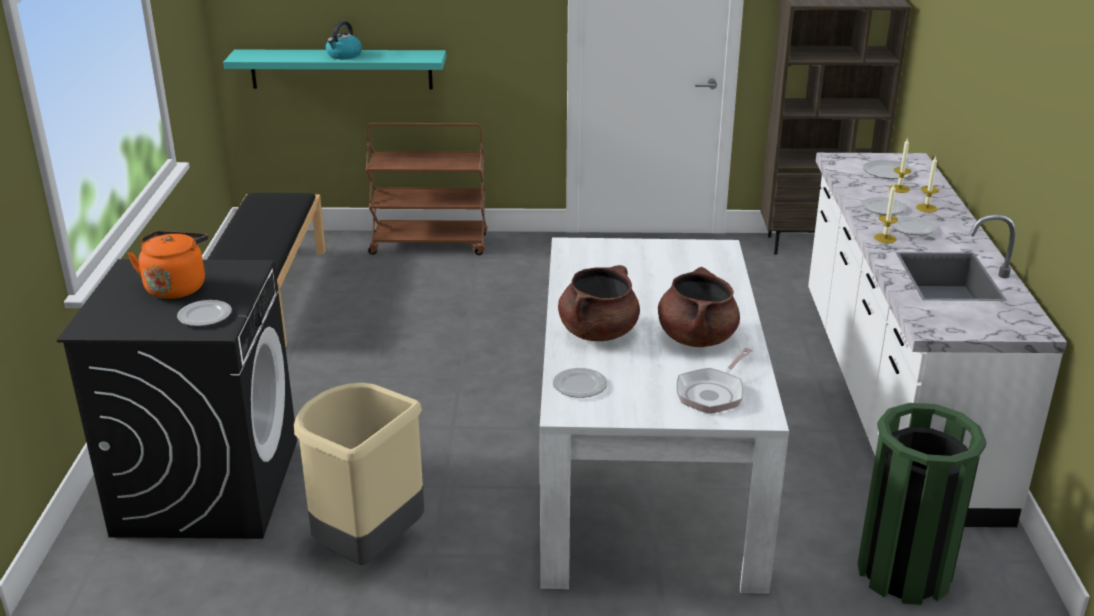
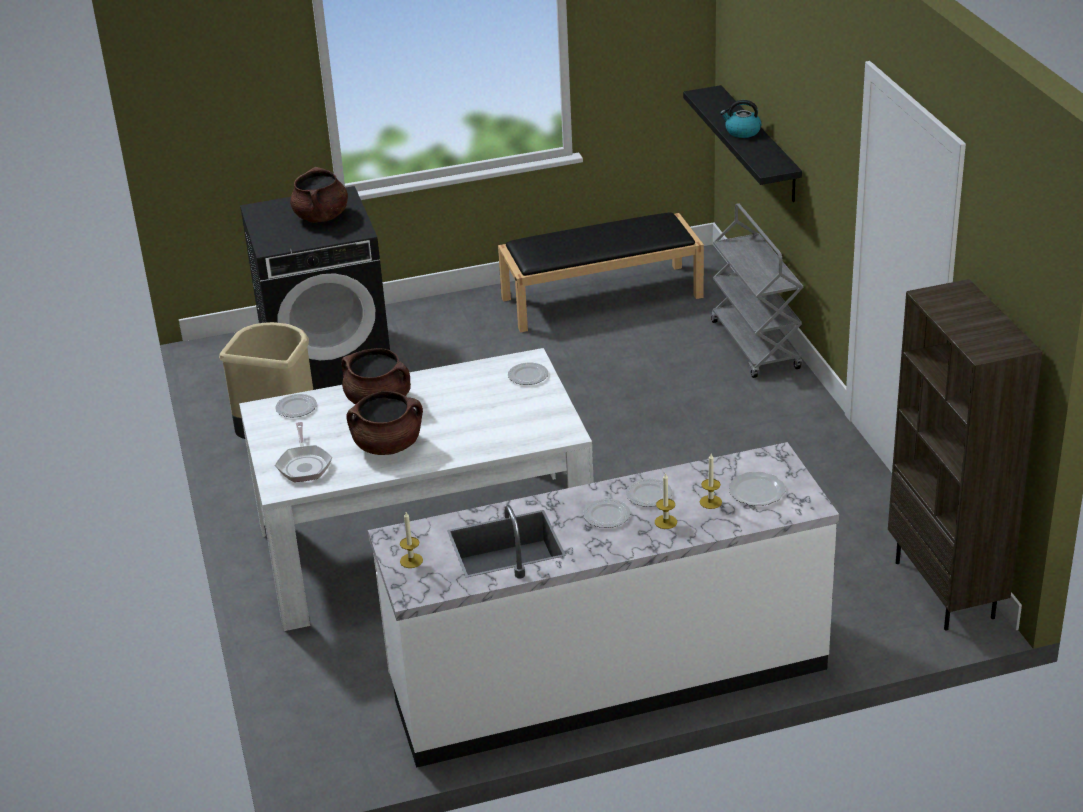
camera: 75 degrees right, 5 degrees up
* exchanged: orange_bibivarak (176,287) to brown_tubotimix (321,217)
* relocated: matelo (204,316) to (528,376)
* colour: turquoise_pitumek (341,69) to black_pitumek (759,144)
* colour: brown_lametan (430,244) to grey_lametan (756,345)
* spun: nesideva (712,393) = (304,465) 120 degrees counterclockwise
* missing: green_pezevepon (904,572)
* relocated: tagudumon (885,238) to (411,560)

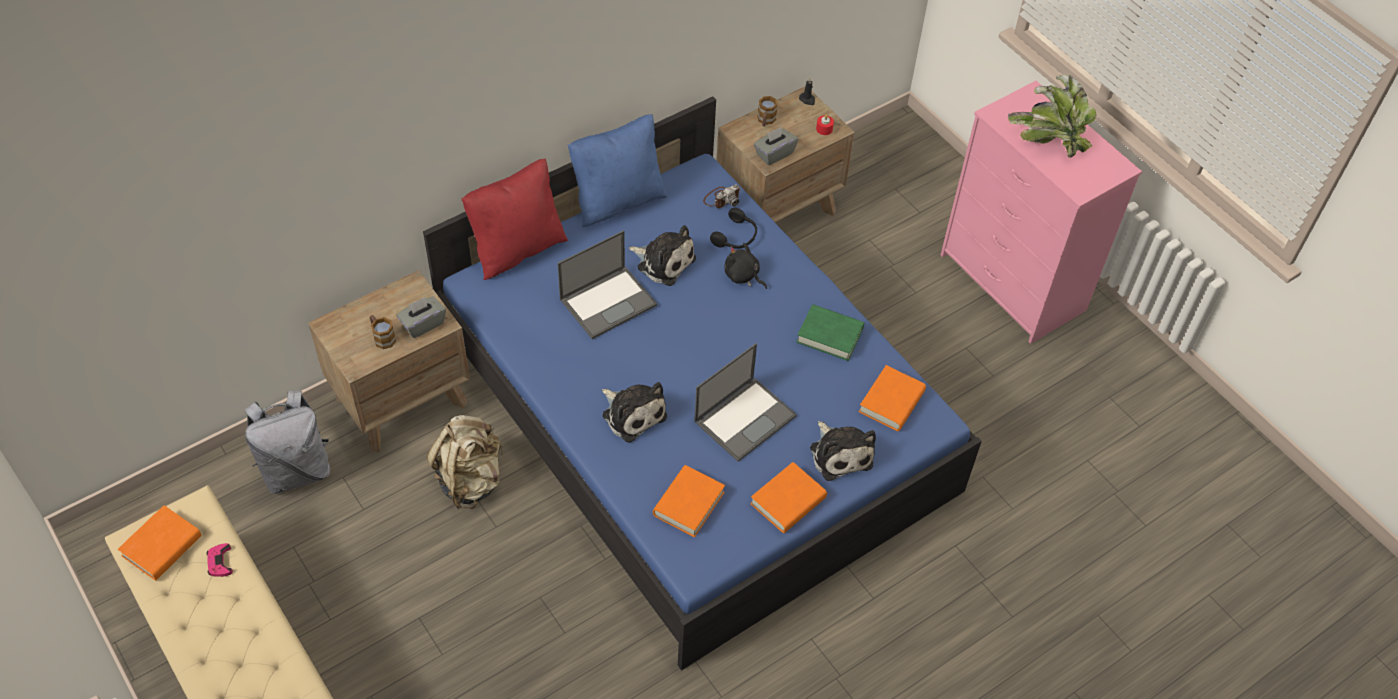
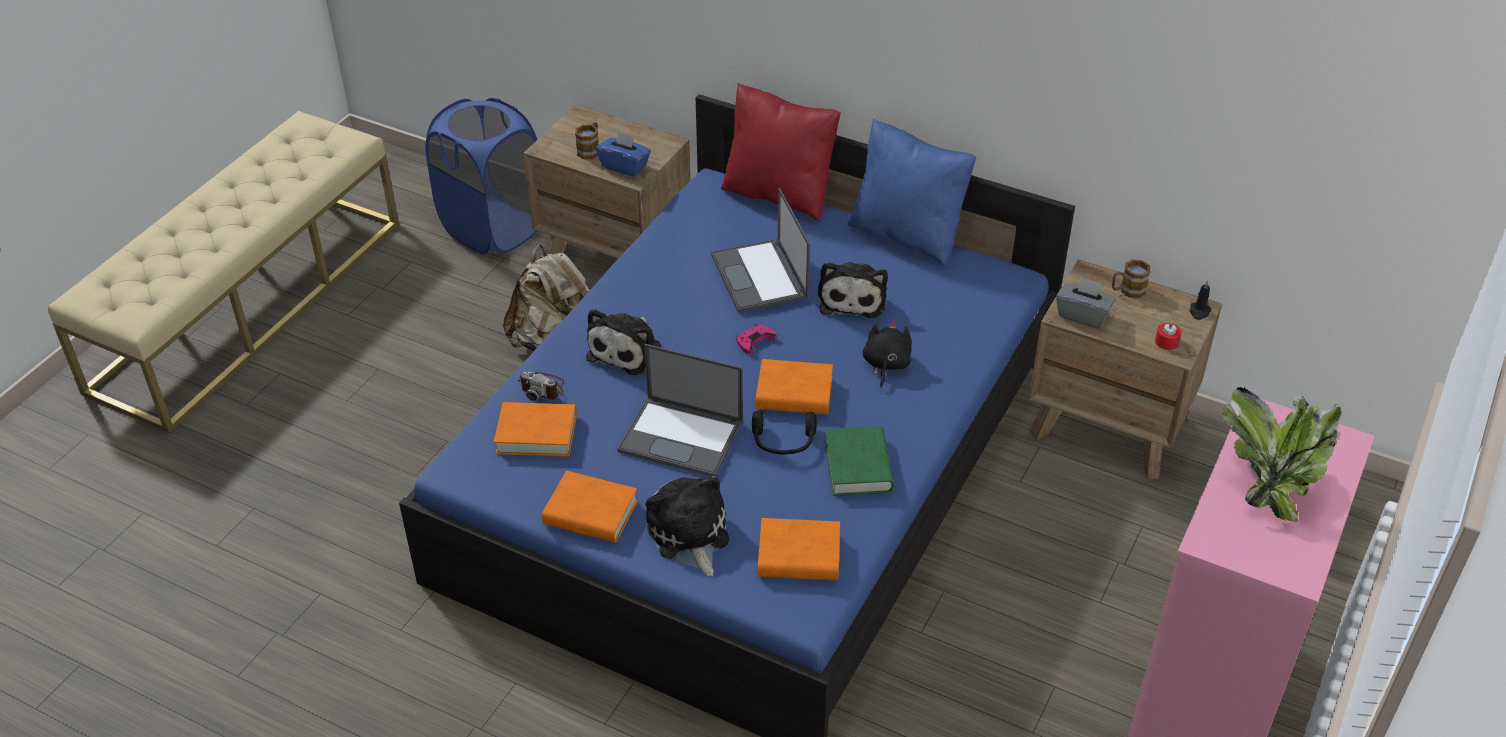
camera: 65 degrees right, 10 degrees down
* relocated: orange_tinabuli (162,546) to (794,393)
* relocated: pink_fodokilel (220,562) to (755,341)
* exchanged: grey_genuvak (296,469) to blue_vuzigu (494,228)
* colour: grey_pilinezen (423,324) to blue_pilinezen (624,166)
* spun: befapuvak (608,301) = (760,277) 45 degrees clockwise
* relocated: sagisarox (722,198) to (542,388)
* relocated: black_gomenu (736,237) to (783,442)
* spun: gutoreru (840,453) = (689,535) 120 degrees clockwise

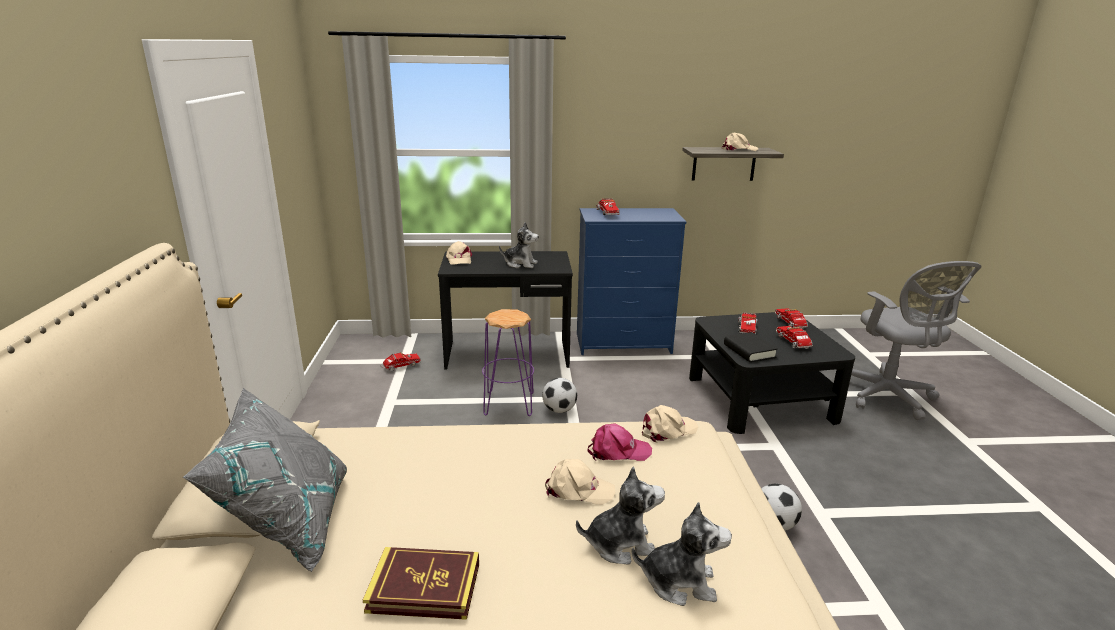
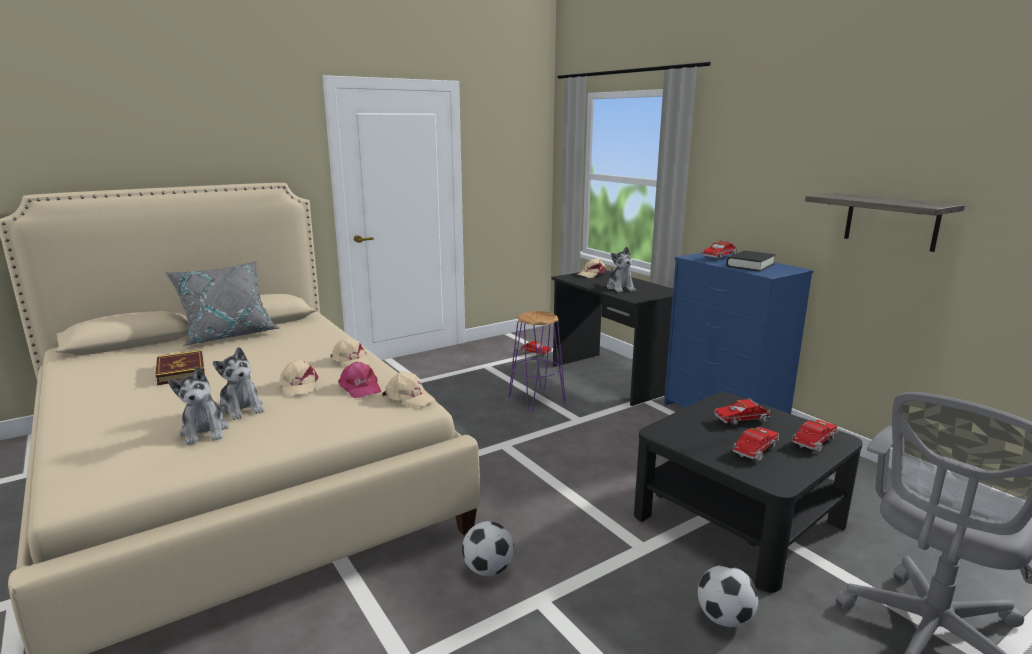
camera: 60 degrees right, 5 degrees down
* relocated: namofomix (559,410) to (724,618)
* relocated: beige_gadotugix (738,149) to (351,361)
* relocated: black_tinabuli (749,351) to (750,265)

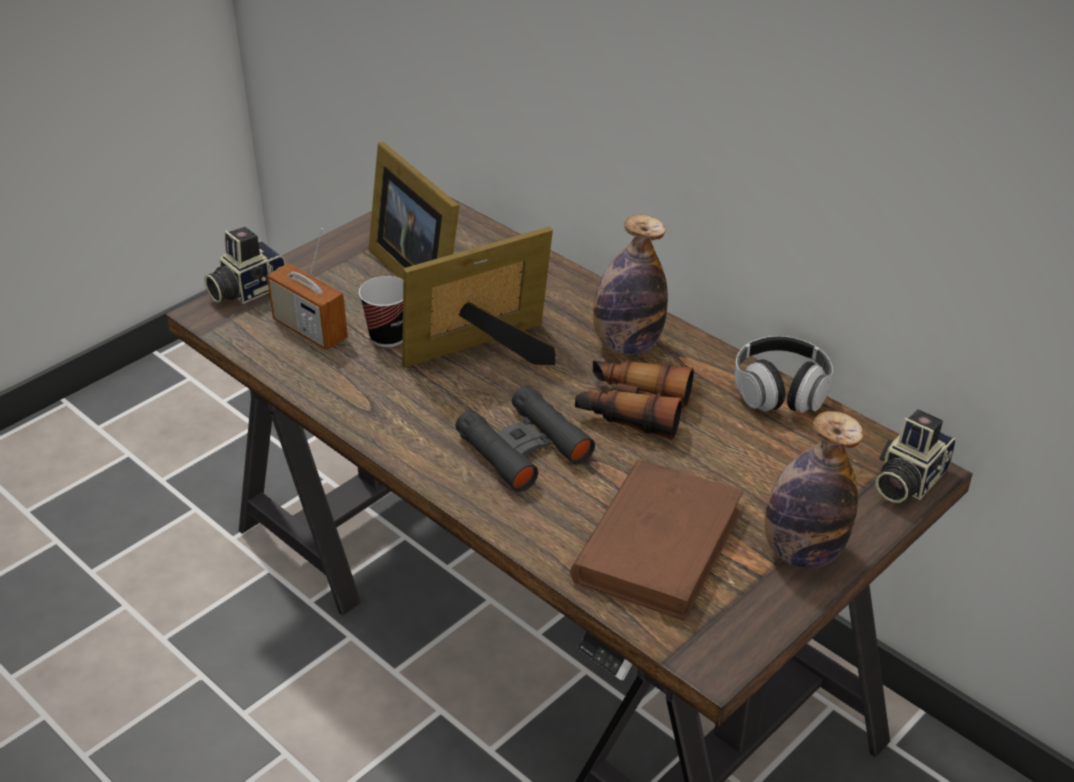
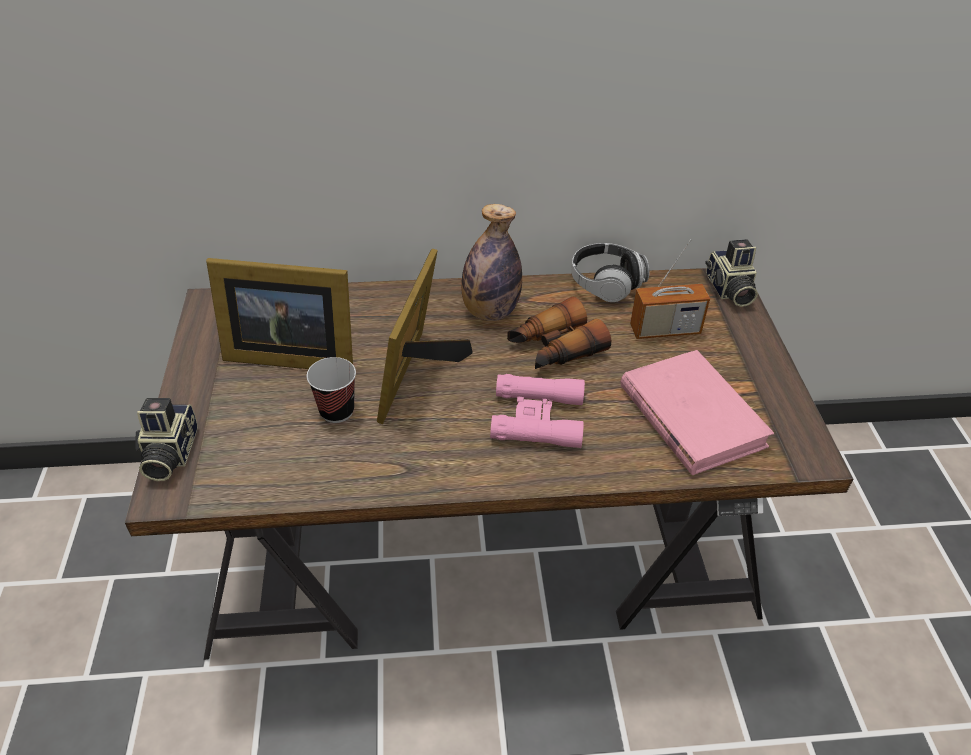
camera: 50 degrees left, 5 degrees up
* relocated: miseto (310,330) to (665,330)
* colour: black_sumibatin (523,448) to pink_sumibatin (537,418)
* colour: brown_tinabuli (659,544) to pink_tinabuli (691,415)
* missing: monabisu (802,552)

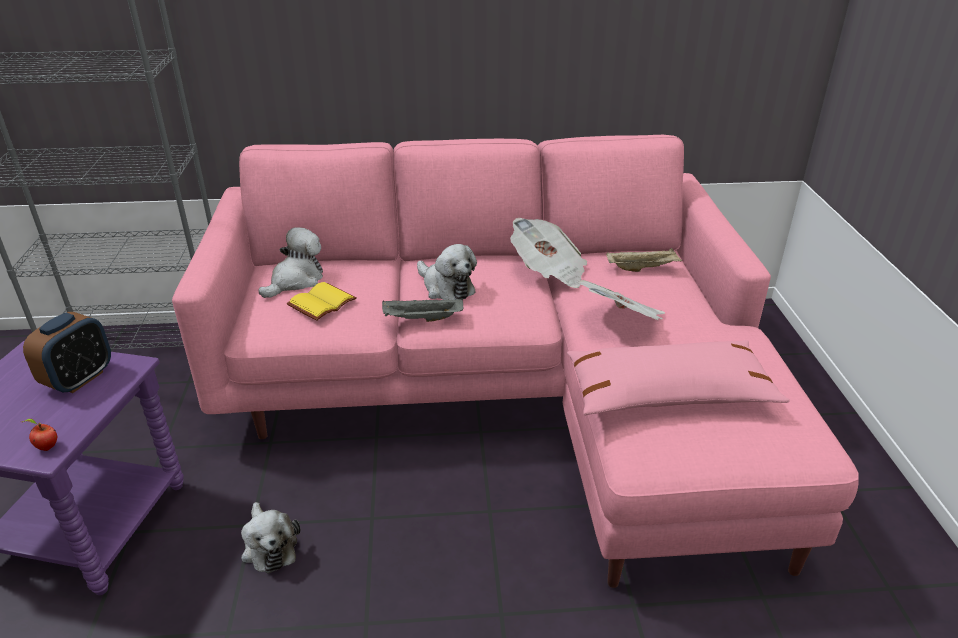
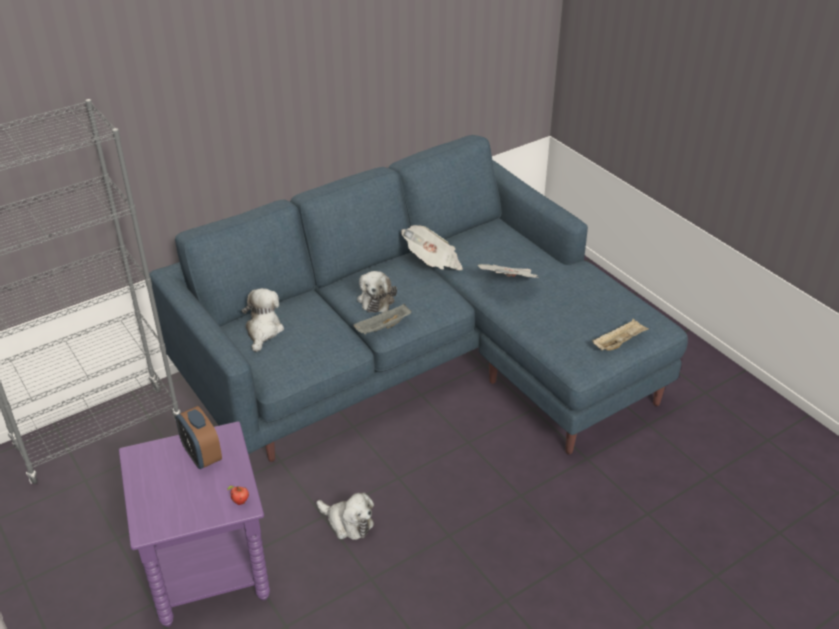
camera: 30 degrees left, 5 degrees up
* spun: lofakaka (79,379) = (202,456) 150 degrees clockwise
* colour: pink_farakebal (510,398) to blue_farakebal (421,363)
* missing: yellow_tinabuli (322,304)
* spun: gutoreru (446,287) = (376,299) 75 degrees clockwise
* missing: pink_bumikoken (668,393)
* relocated: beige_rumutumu (642,268) to (618,343)

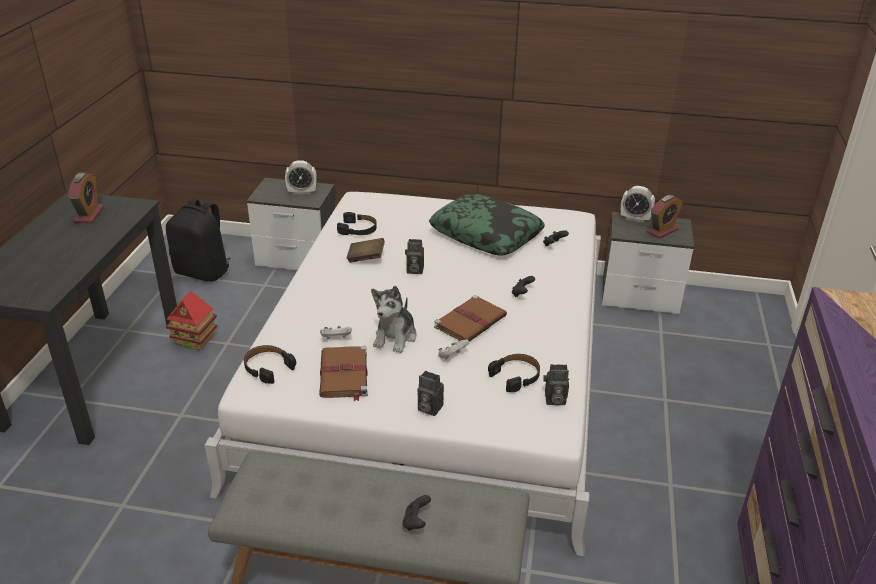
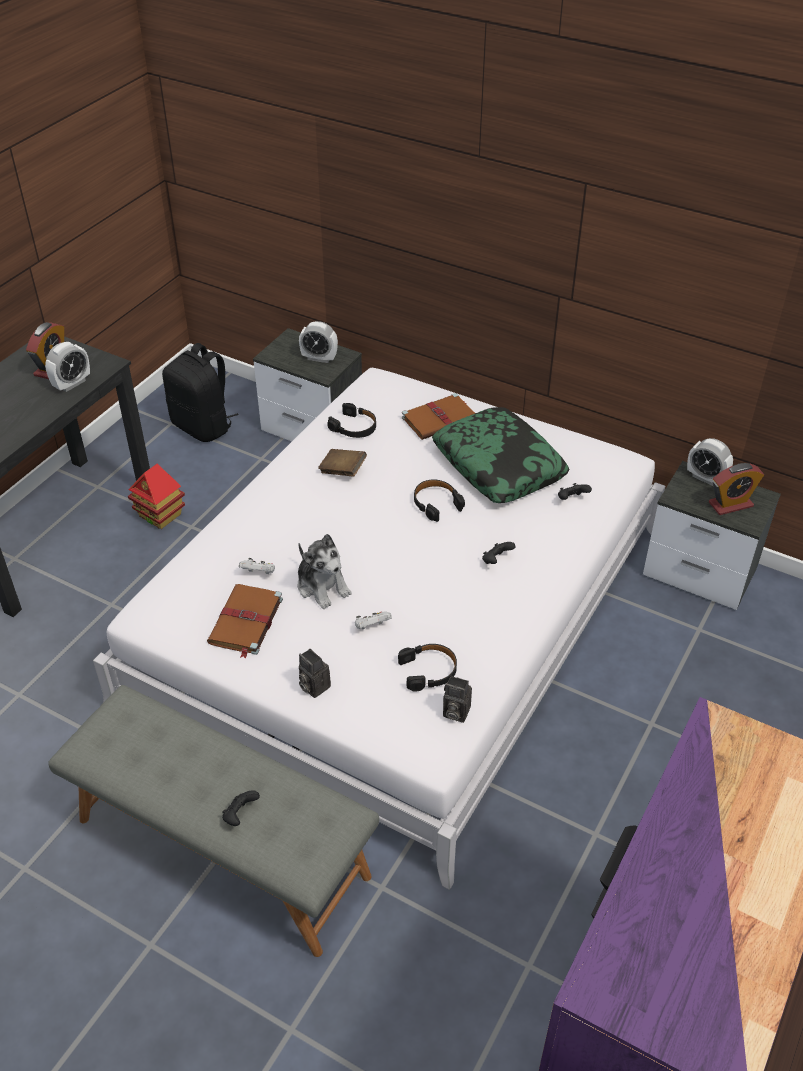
camera: 20 degrees right, 10 degrees up
* relocated: black_gomenu (268,368) to (436,503)
* spun: gutoreru (395,337) = (322,586) 75 degrees counterclockwise
* missing: sagisarox (414,270)
* relocated: brown_tinabuli (471,321) to (440,419)
* appeared: lofakaka (72,384)

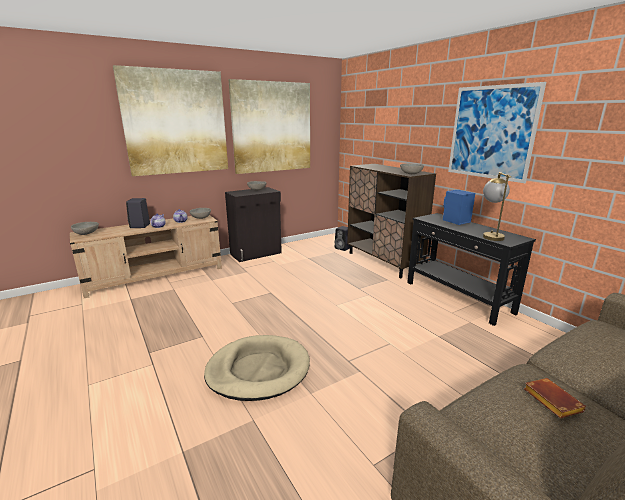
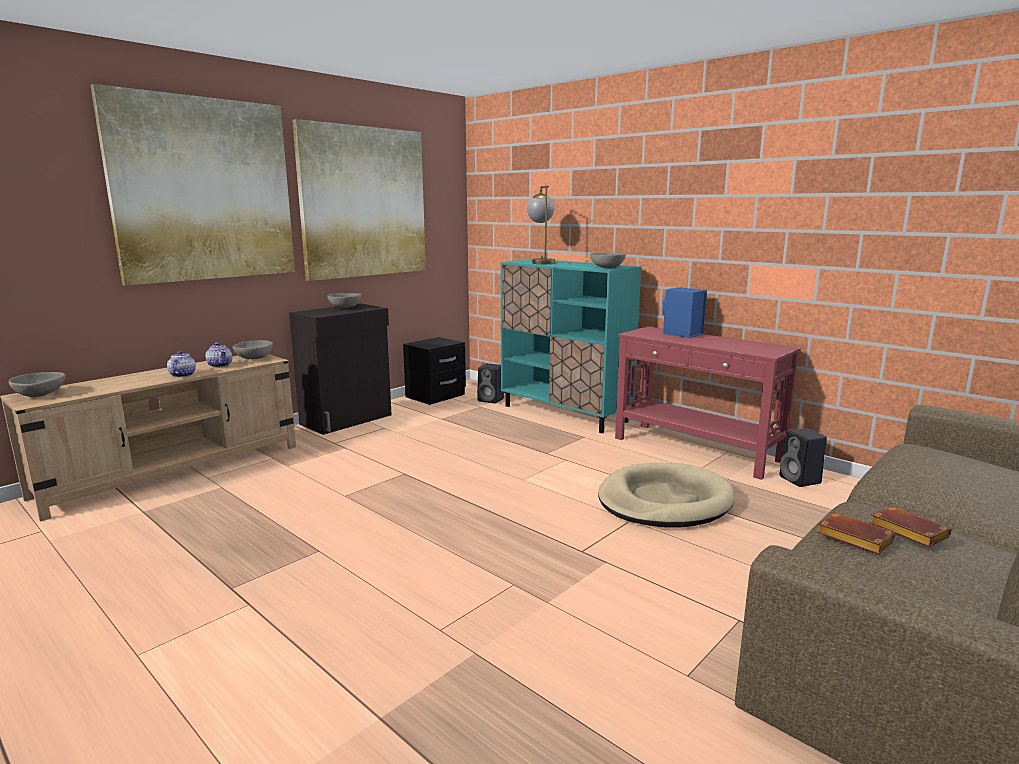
camera: 15 degrees left, 5 degrees down
* relocated: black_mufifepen (140,226) to (801,480)
* relocated: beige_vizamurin (258,370) to (664,501)
* colour: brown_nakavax (383,262) to turquoise_nakavax (565,413)
* colour: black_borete (457,297) to red_borete (696,450)
* missing: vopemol (491,132)
* relocated: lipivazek (490,235) to (541,262)
* appeared: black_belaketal (436,396)
* appeared: brown_tinabuli (851,538)

